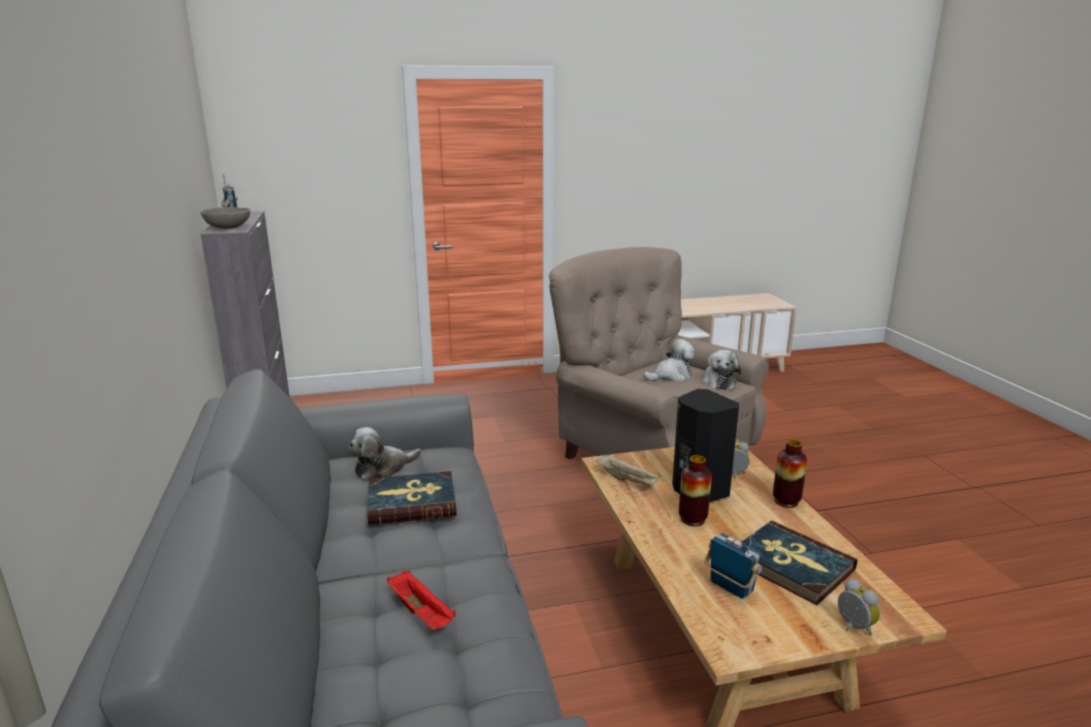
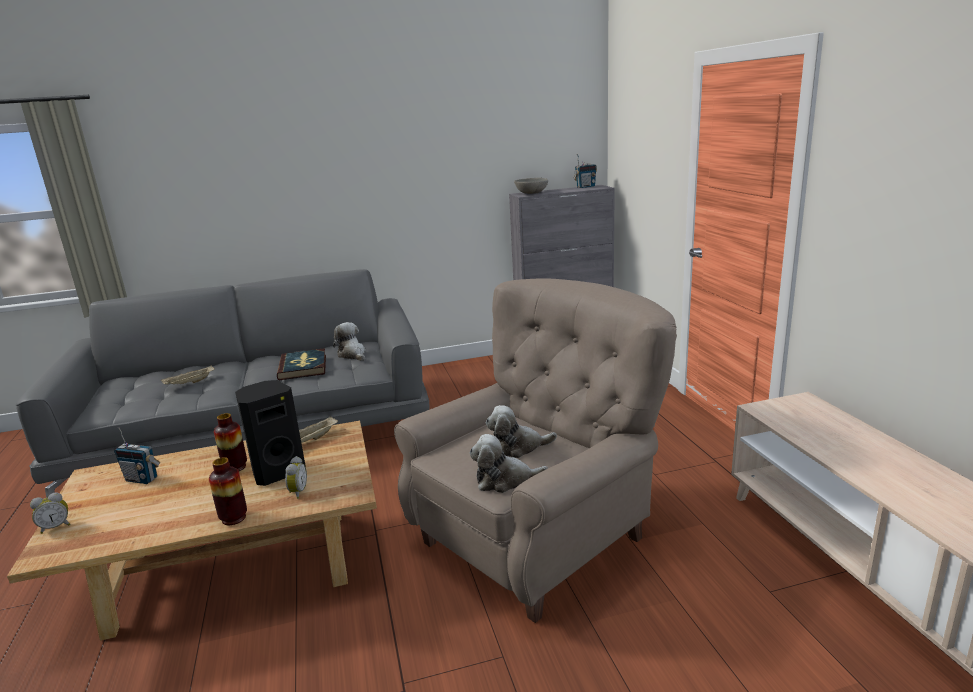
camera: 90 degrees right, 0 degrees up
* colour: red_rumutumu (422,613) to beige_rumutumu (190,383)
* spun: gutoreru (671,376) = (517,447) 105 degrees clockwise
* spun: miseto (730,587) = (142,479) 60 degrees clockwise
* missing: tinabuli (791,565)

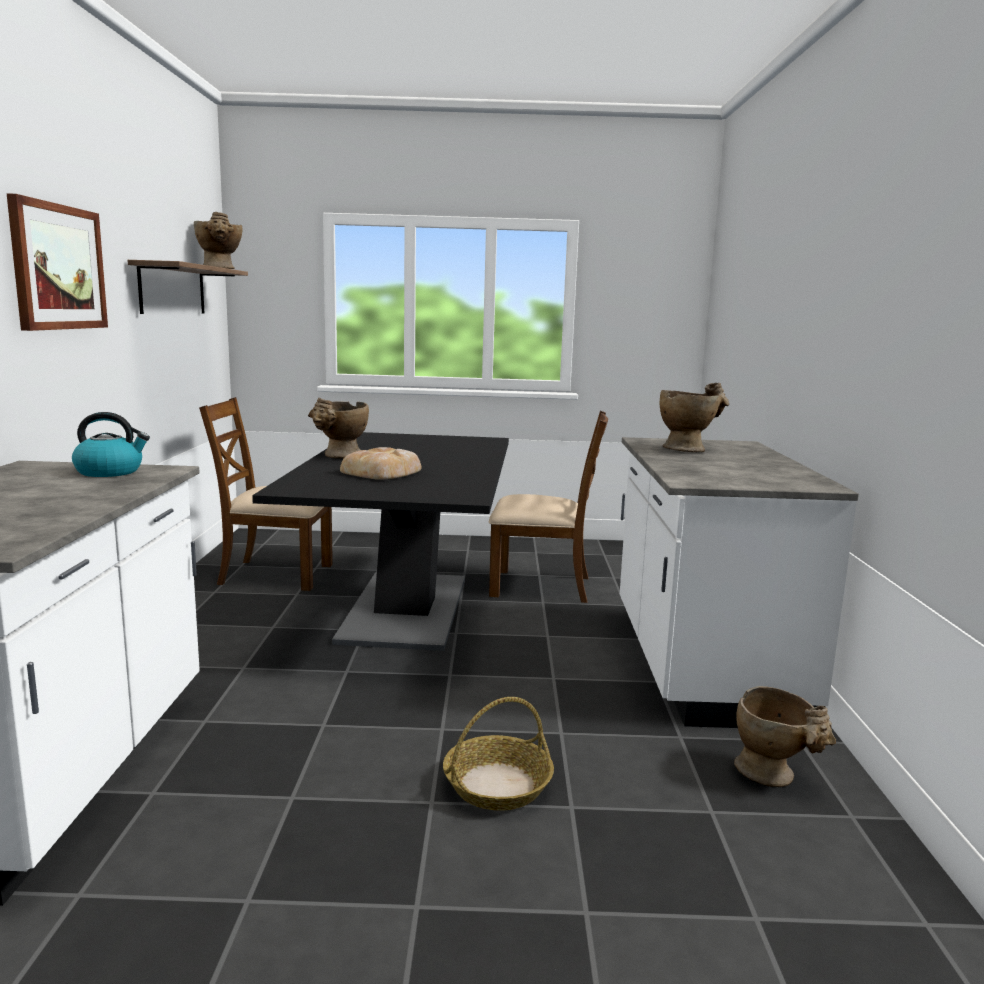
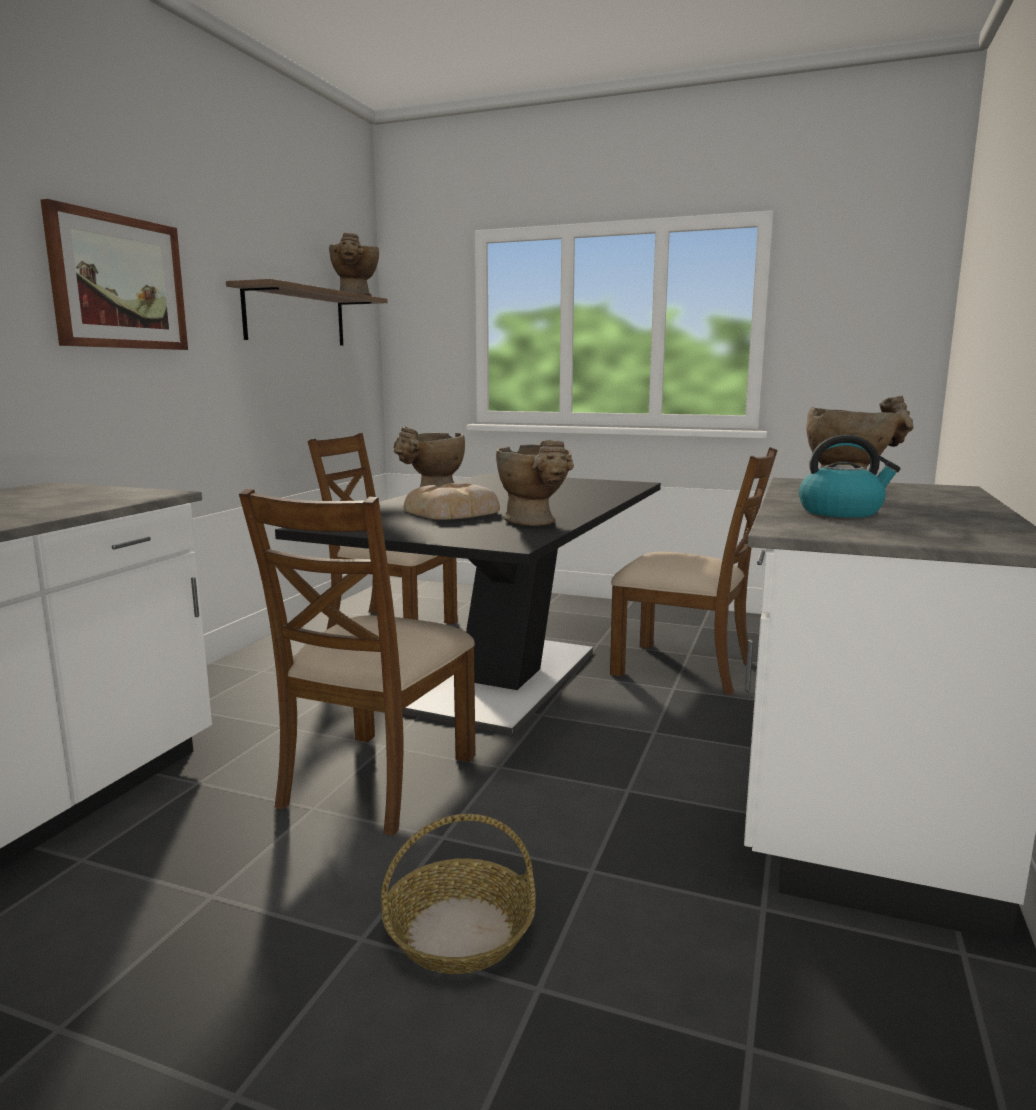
camera: 20 degrees right, 0 degrees up
* relocated: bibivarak (110,472) to (841,512)
* relocated: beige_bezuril (775,775) to (536,523)
* appeared: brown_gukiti (376,780)

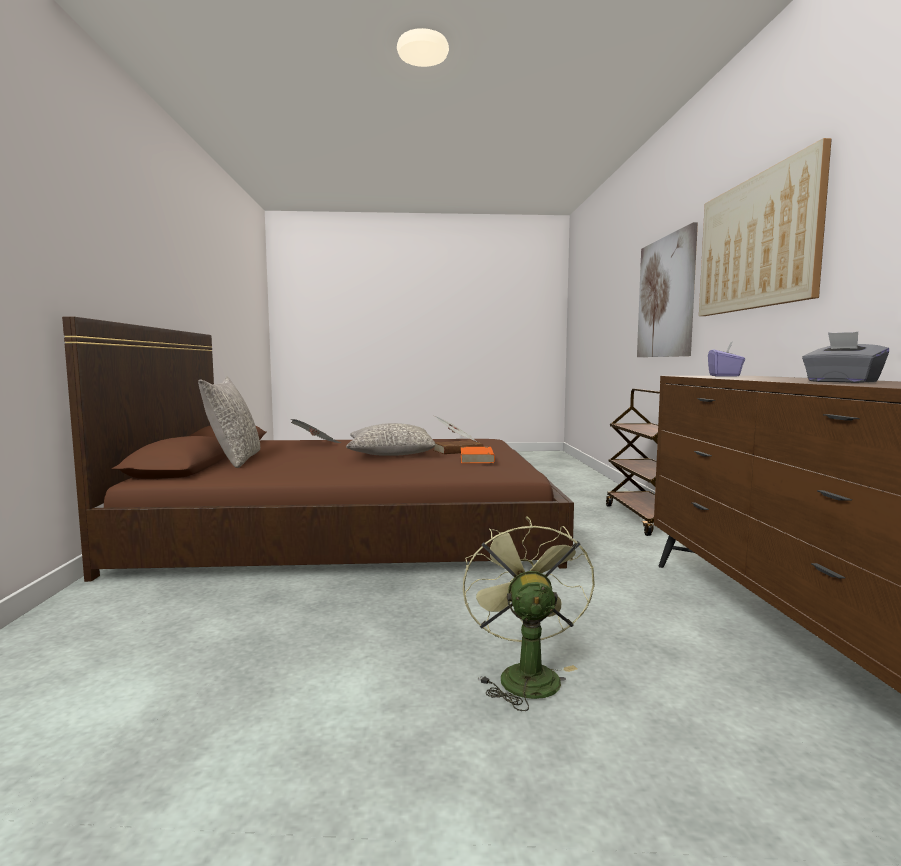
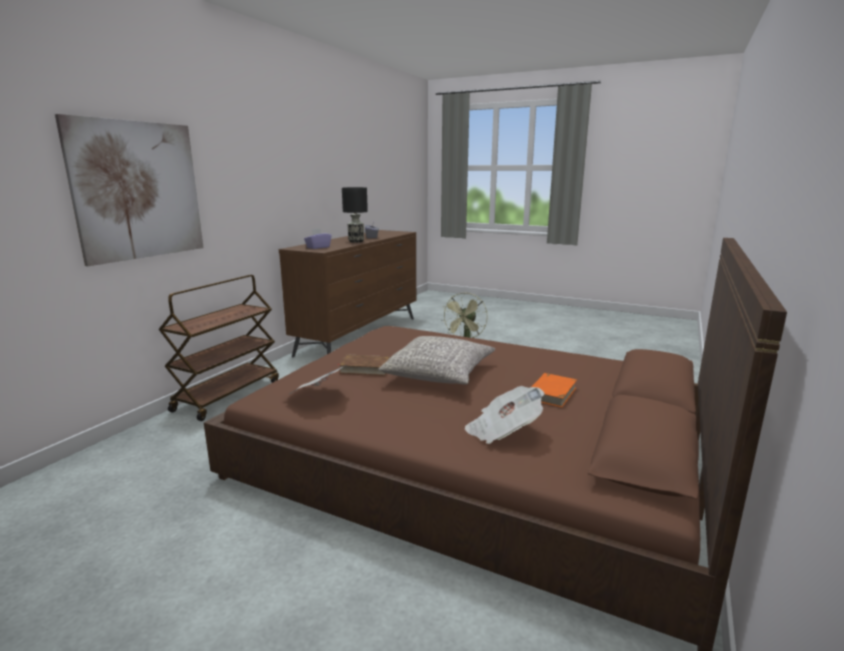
camera: 150 degrees left, 10 degrees up
* missing: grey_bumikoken (235,460)
* relocated: orange_tinabuli (477,459) to (551,393)
* missing: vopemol (756,243)
* appeared: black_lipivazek (356,241)

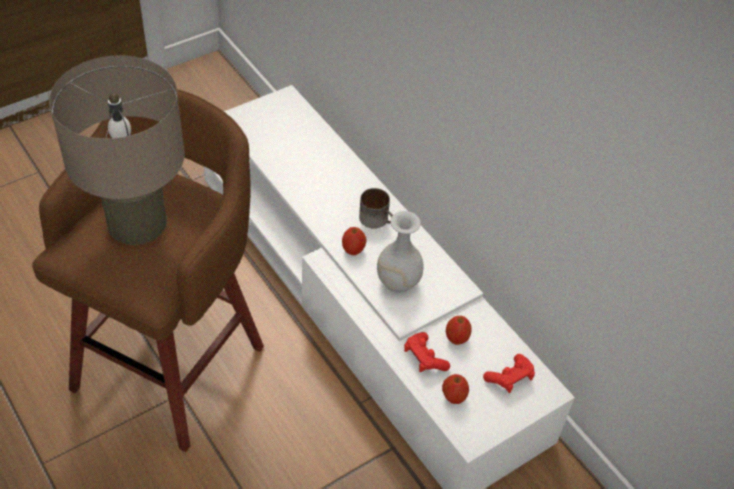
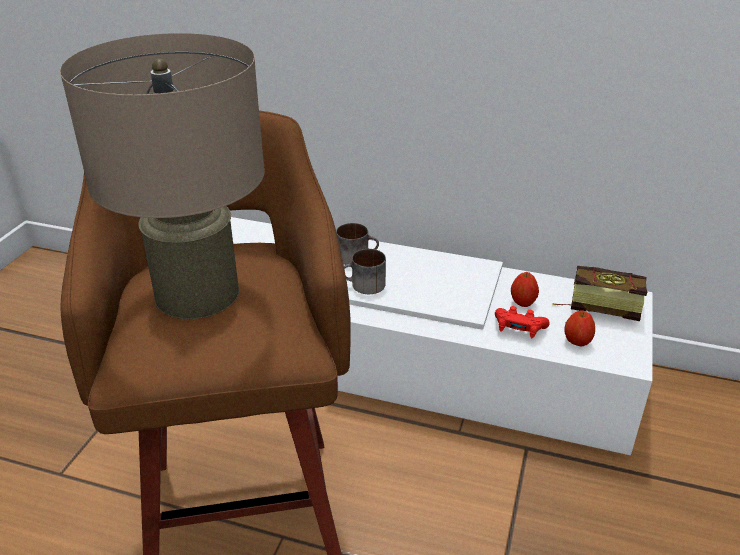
camera: 35 degrees left, 15 degrees down
* exchanged: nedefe (353,250) to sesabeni (364,286)
* missing: white_bezuril (398,281)
* exchanged: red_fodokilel (510,378) to tinabuli (596,306)

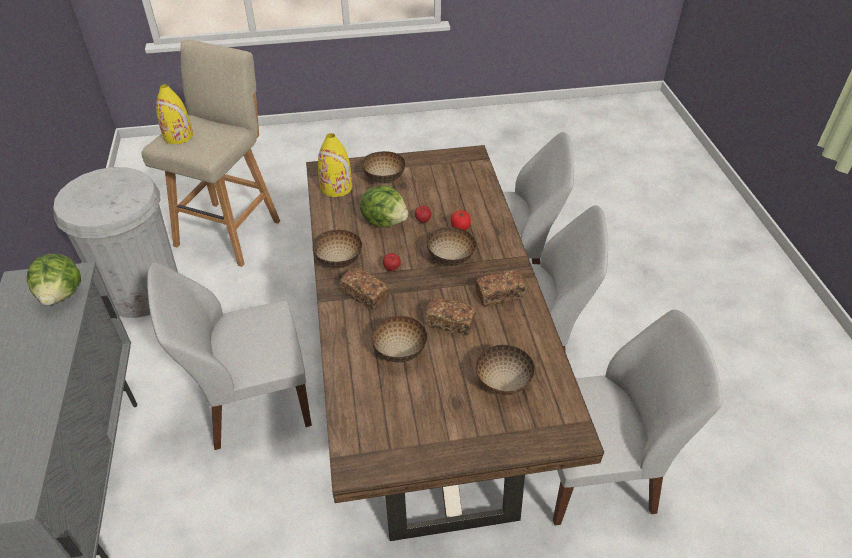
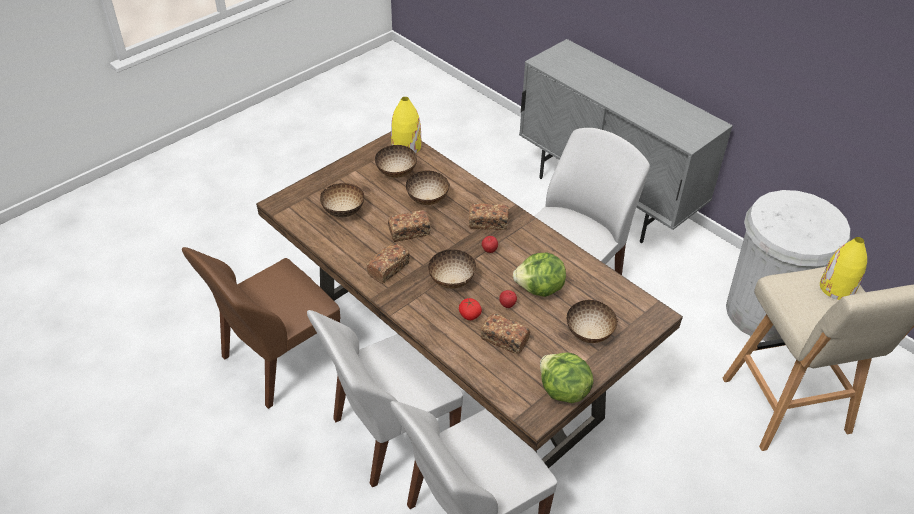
camera: 145 degrees right, 0 degrees up
* relocated: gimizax (62,294) to (562,391)
* relocated: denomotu (339,261) to (396,173)
* relocated: yellow_bezuril (336,187) to (406,146)
* colour: white_gukiti (595,474) to brown_gukiti (278,361)
* appeared: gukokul (504,340)

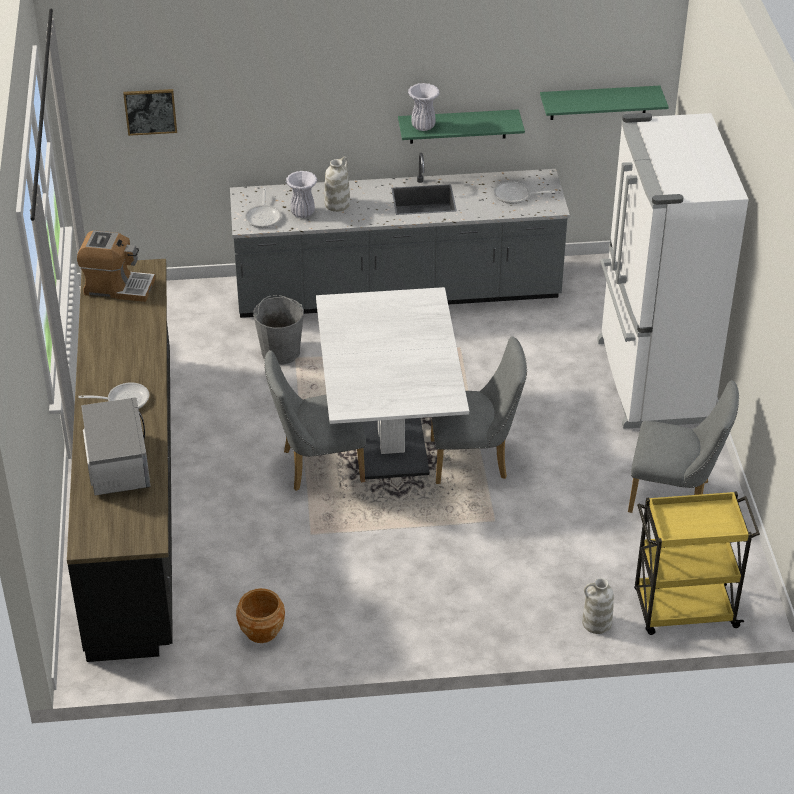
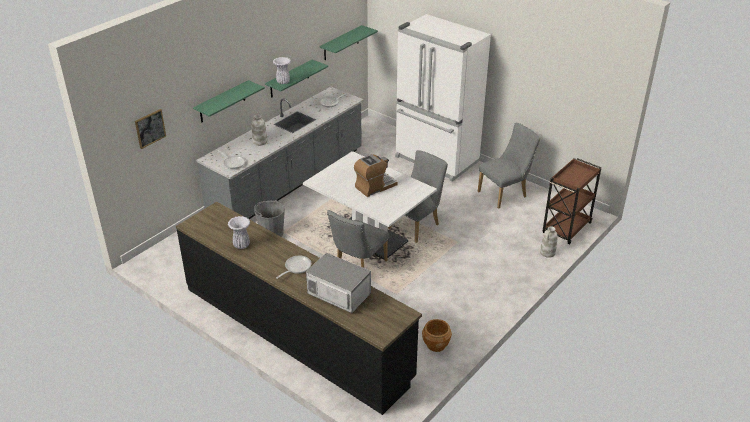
camera: 45 degrees left, 5 degrees down
* relocated: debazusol (118,287) to (375,186)
* relocated: white_bezuril (303,213) to (242,245)
* colour: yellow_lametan (683,610) to brown_lametan (566,229)
* appeared: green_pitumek (222,102)

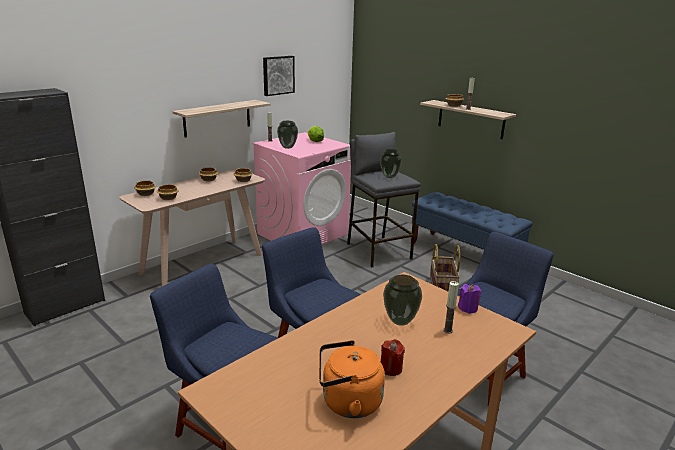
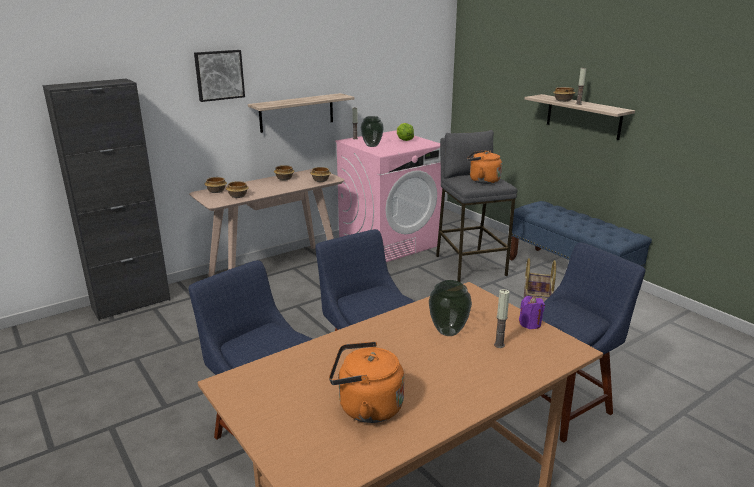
camera: 10 degrees right, 0 degrees up
* relocated: vopemol (278,75) to (219,75)
* exchanged: bezuril (389,177) to orange_bibivarak (482,180)
* missing: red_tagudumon (391,368)

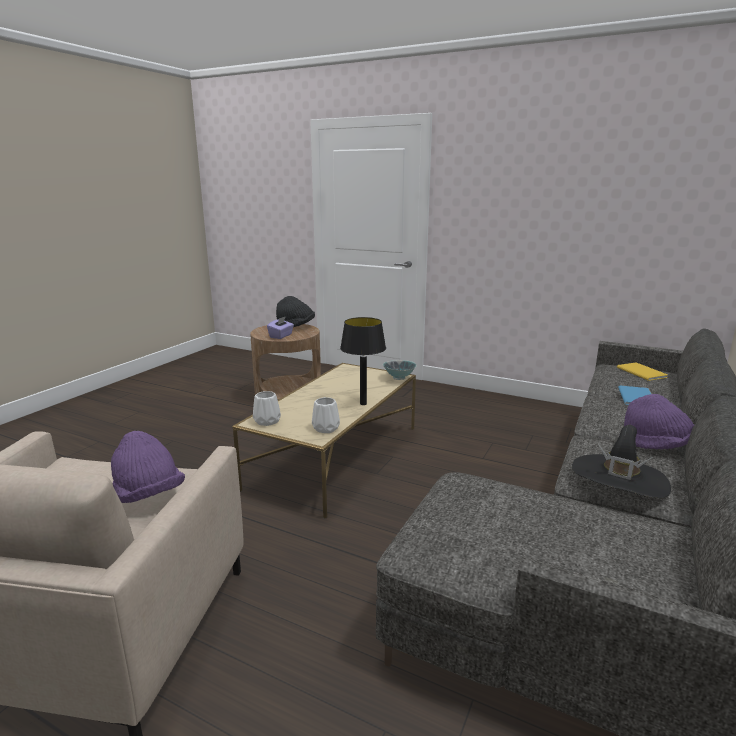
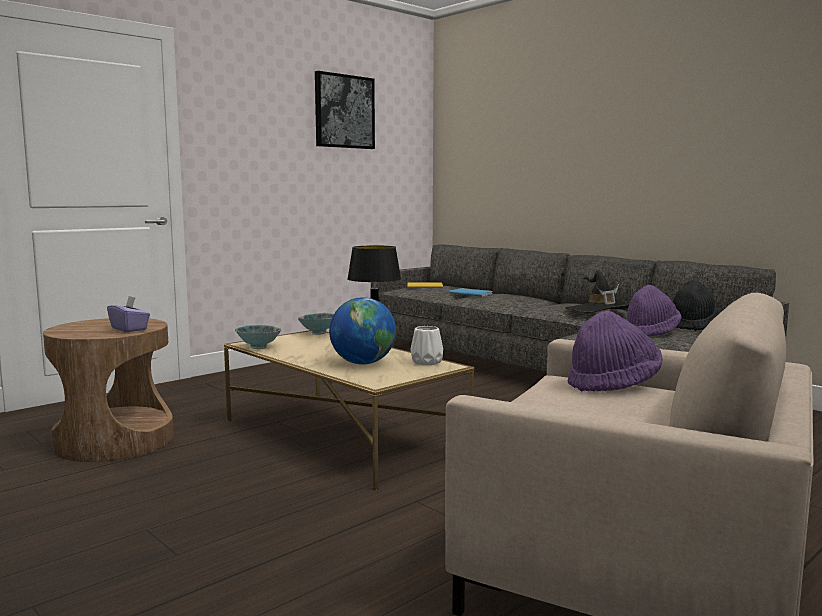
camera: 70 degrees left, 10 degrees down
* missing: white_bezuril (268,421)
* relocated: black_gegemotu (296,327) to (692,326)
* relocated: purple_gegemotu (655,445) to (651,332)
* appeared: denomotu (258,347)
* appeared: vopemol (344,111)
* appeared: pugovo (363,363)

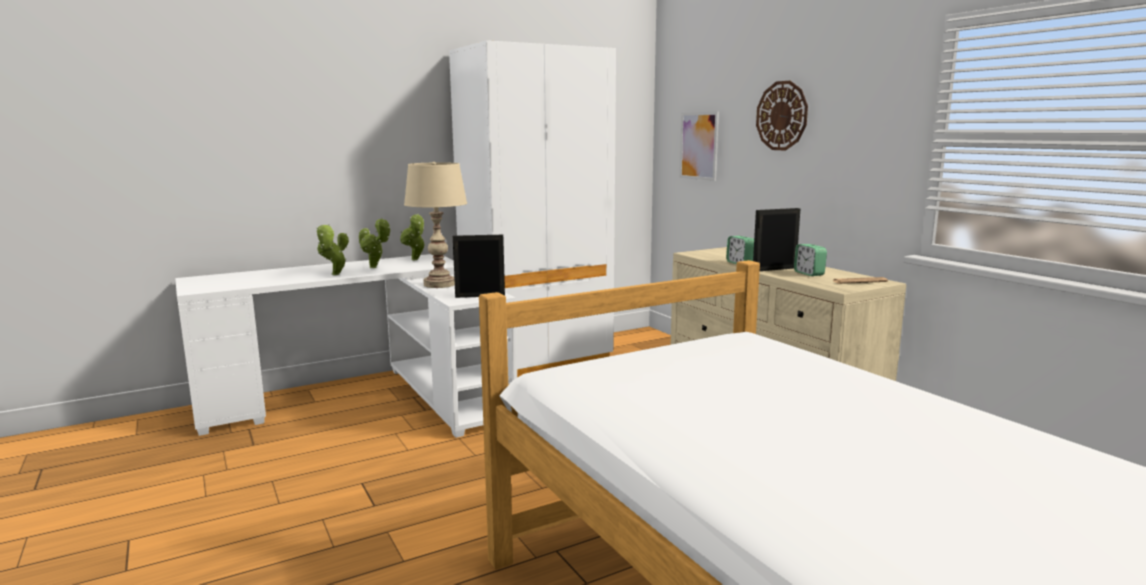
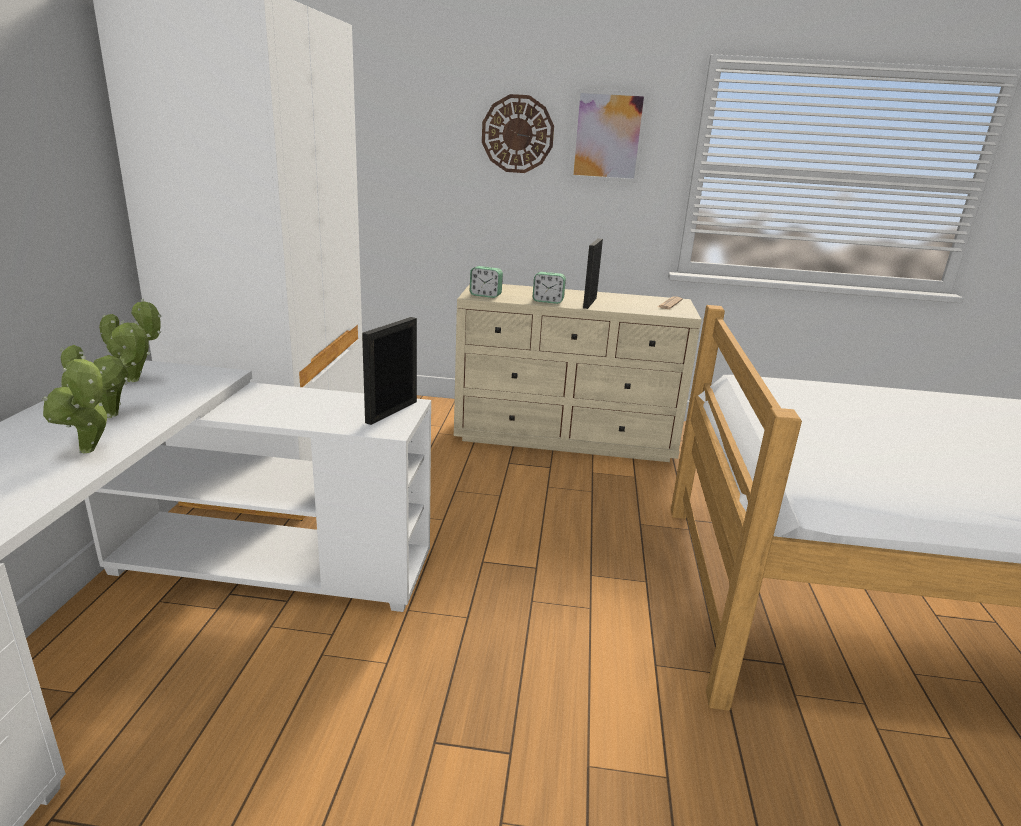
camera: 55 degrees left, 10 degrees up
* missing: beige_lipivazek (439,284)
* relocated: vopemol (699,146) to (607,136)
* relocated: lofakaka (809,273) to (485,295)

